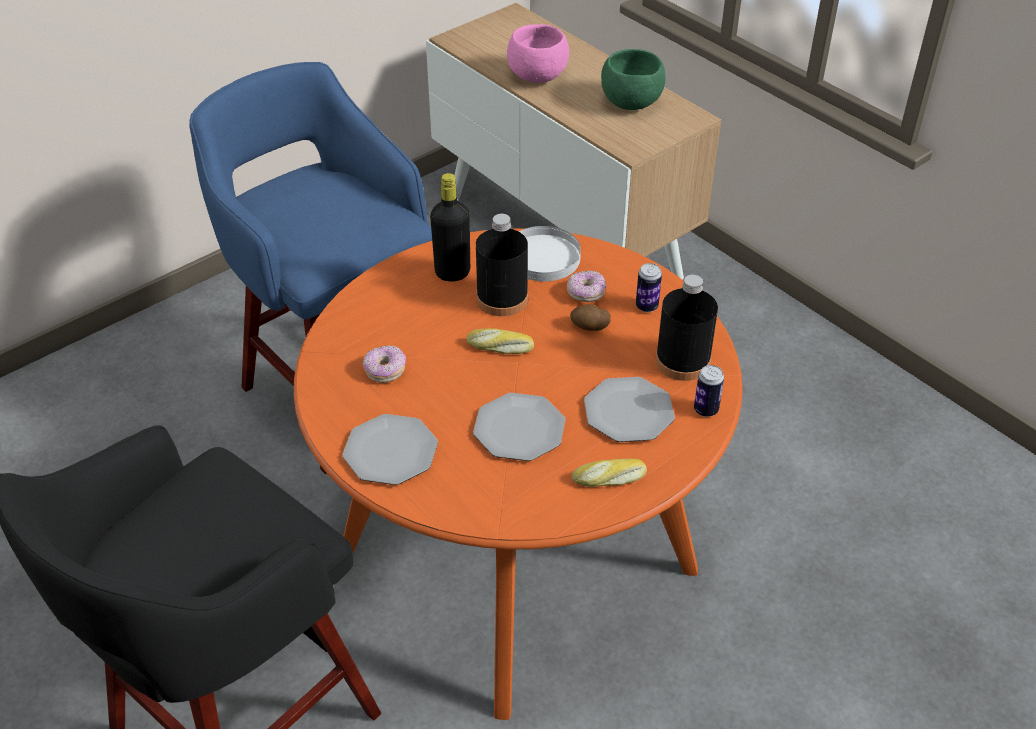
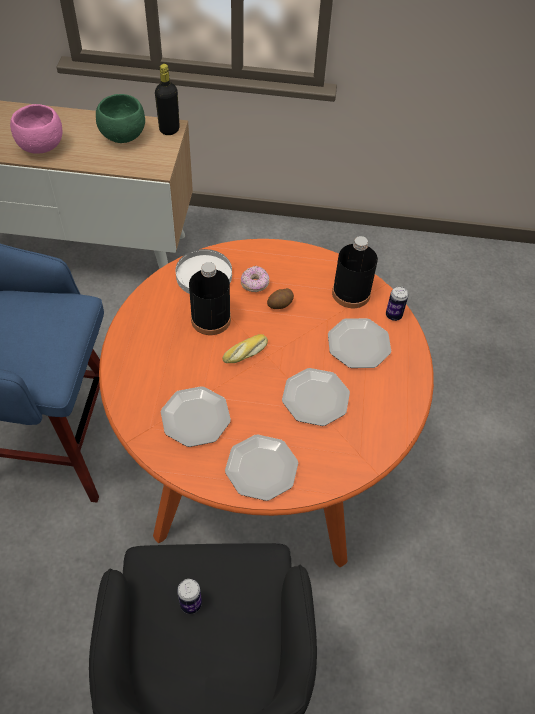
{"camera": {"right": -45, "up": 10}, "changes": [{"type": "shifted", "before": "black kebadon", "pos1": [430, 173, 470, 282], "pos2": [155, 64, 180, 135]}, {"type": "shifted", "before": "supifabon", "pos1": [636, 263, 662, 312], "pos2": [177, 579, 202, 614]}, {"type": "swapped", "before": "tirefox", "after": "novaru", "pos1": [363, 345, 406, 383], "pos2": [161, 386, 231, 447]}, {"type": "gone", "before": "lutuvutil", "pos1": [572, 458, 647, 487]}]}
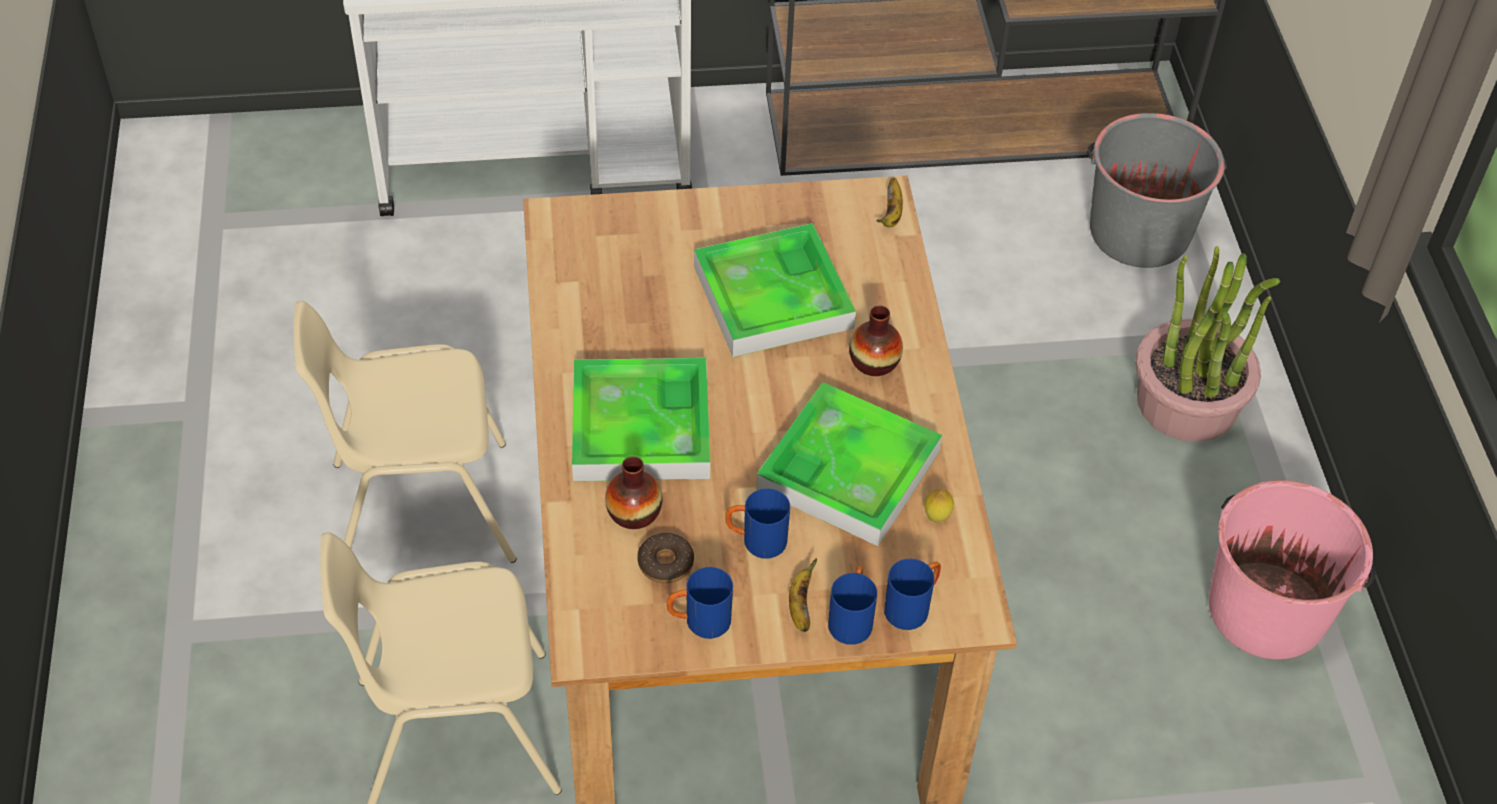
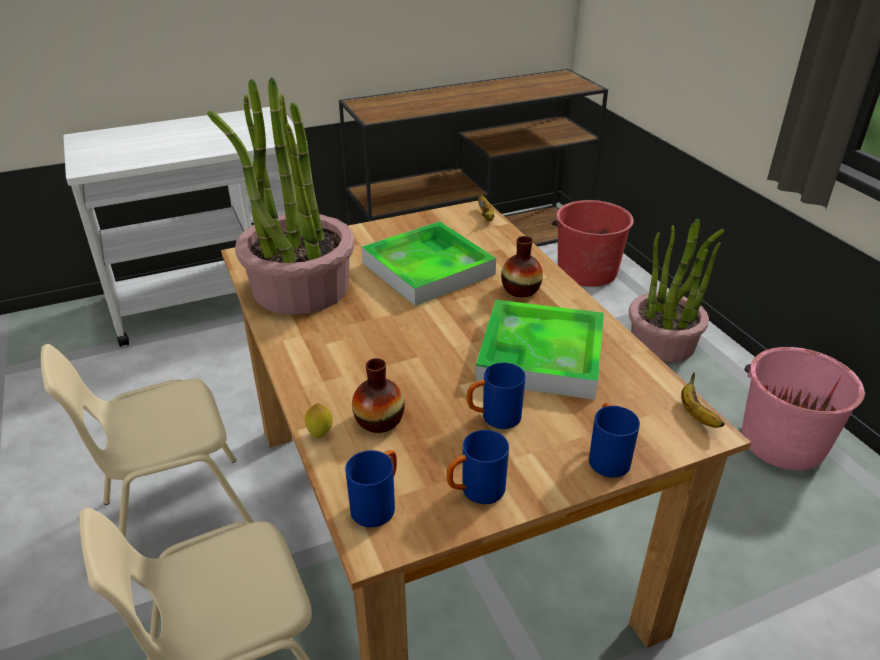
{"camera": {"right": -15, "up": -15}, "changes": [{"type": "repainted", "before": "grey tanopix", "after": "red tanopix", "pos1": [1087, 113, 1227, 268], "pos2": [552, 200, 634, 287]}, {"type": "gone", "before": "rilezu", "pos1": [572, 358, 710, 481]}, {"type": "shifted", "before": "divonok", "pos1": [925, 489, 954, 522], "pos2": [305, 403, 332, 438]}, {"type": "gone", "before": "tirefox", "pos1": [637, 533, 694, 583]}, {"type": "shifted", "before": "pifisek", "pos1": [789, 558, 817, 632], "pos2": [681, 372, 725, 428]}, {"type": "shifted", "before": "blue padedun", "pos1": [884, 559, 941, 630], "pos2": [345, 450, 397, 527]}, {"type": "new", "after": "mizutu", "pos2": [207, 77, 355, 315]}]}
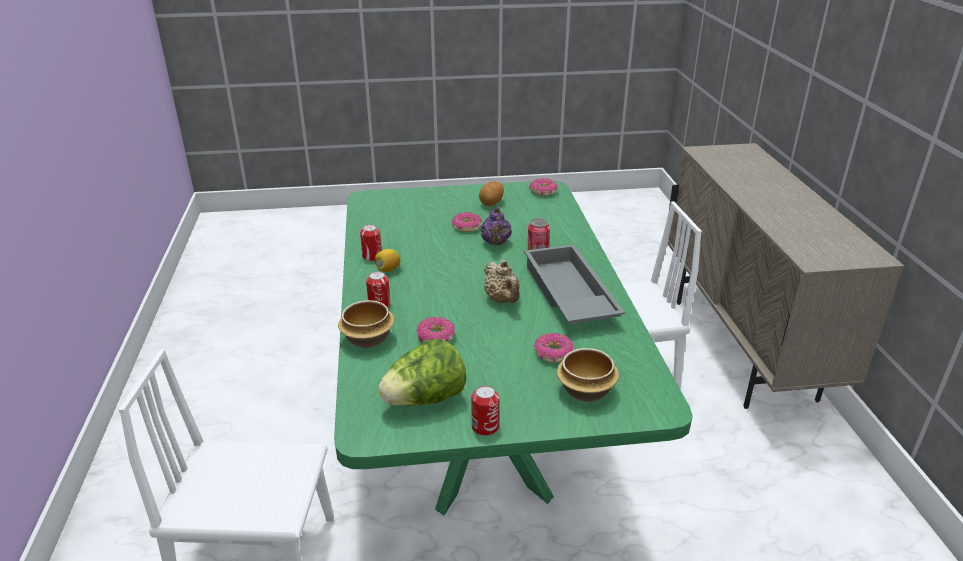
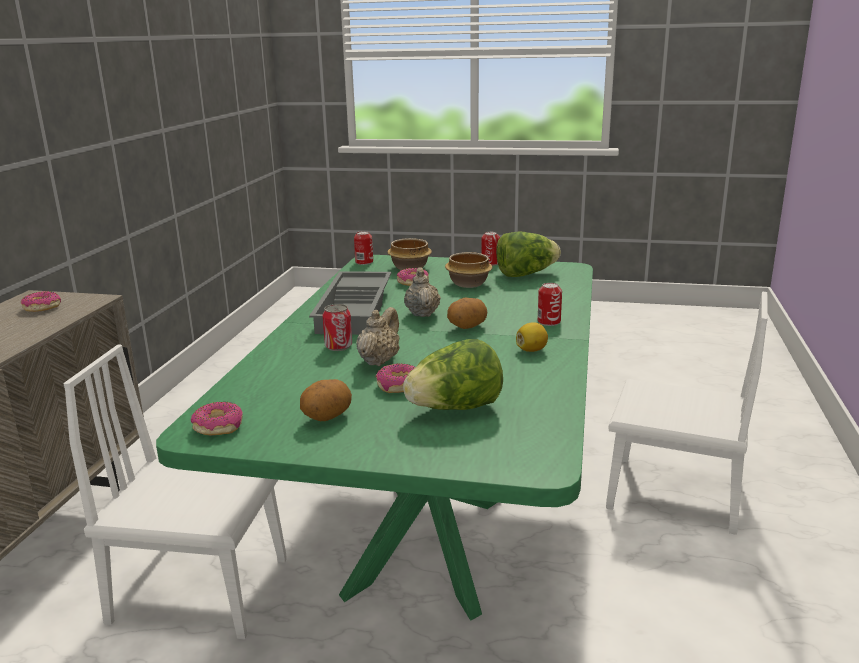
{"camera": {"right": -160, "up": -10}, "changes": [{"type": "repainted", "before": "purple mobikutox", "after": "beige mobikutox", "pos1": [481, 207, 512, 245], "pos2": [356, 307, 400, 366]}, {"type": "shifted", "before": "supifabon", "pos1": [360, 224, 382, 261], "pos2": [354, 231, 373, 265]}, {"type": "shifted", "before": "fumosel", "pos1": [338, 300, 394, 348], "pos2": [445, 252, 493, 288]}, {"type": "shifted", "before": "tirefox", "pos1": [416, 317, 455, 343], "pos2": [21, 291, 61, 312]}, {"type": "new", "after": "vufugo", "pos2": [447, 298, 487, 329]}, {"type": "new", "after": "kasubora", "pos2": [403, 339, 503, 410]}]}
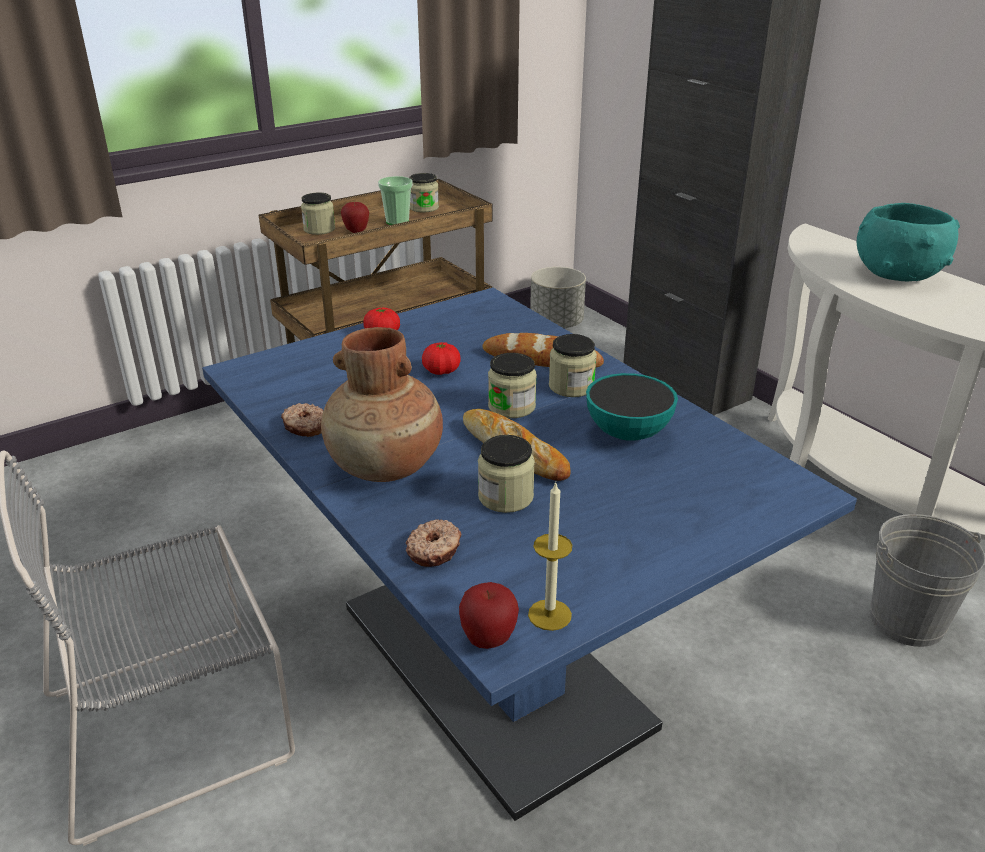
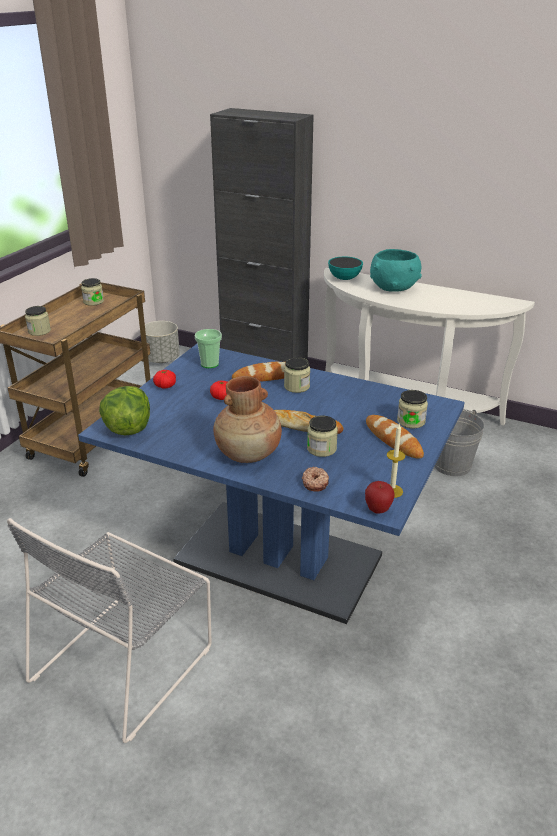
{"camera": {"right": -30, "up": 0}, "changes": [{"type": "shifted", "before": "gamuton", "pos1": [378, 176, 413, 225], "pos2": [195, 329, 222, 368]}, {"type": "gone", "before": "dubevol", "pos1": [341, 202, 369, 233]}, {"type": "shifted", "before": "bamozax", "pos1": [488, 353, 537, 418], "pos2": [397, 390, 428, 429]}, {"type": "shifted", "before": "fumosel", "pos1": [586, 373, 678, 441], "pos2": [328, 257, 363, 280]}, {"type": "gone", "before": "tirefox", "pos1": [281, 403, 323, 437]}, {"type": "new", "after": "kasubora", "pos2": [99, 386, 150, 435]}, {"type": "new", "after": "lutuvutil", "pos2": [366, 415, 424, 459]}]}
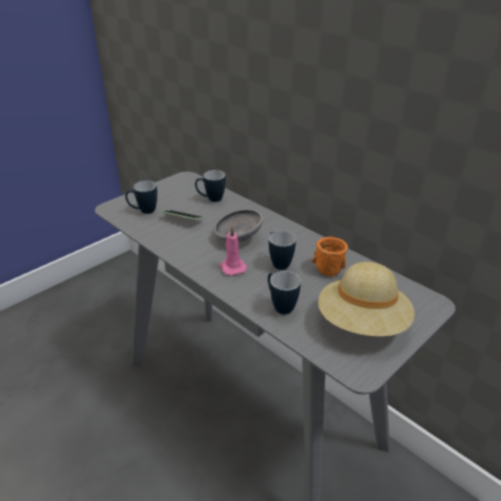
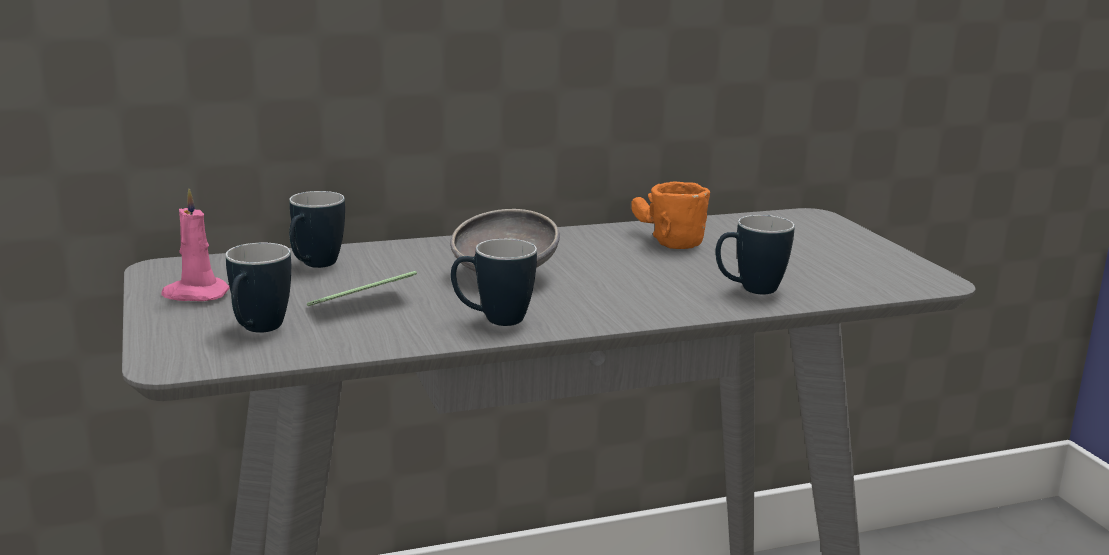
{"camera": {"right": -65, "up": -15}, "changes": [{"type": "shifted", "before": "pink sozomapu", "pos1": [220, 226, 247, 276], "pos2": [162, 189, 230, 301]}, {"type": "shifted", "before": "padedun", "pos1": [269, 231, 296, 270], "pos2": [451, 239, 537, 326]}, {"type": "gone", "before": "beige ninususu", "pos1": [318, 262, 415, 337]}]}
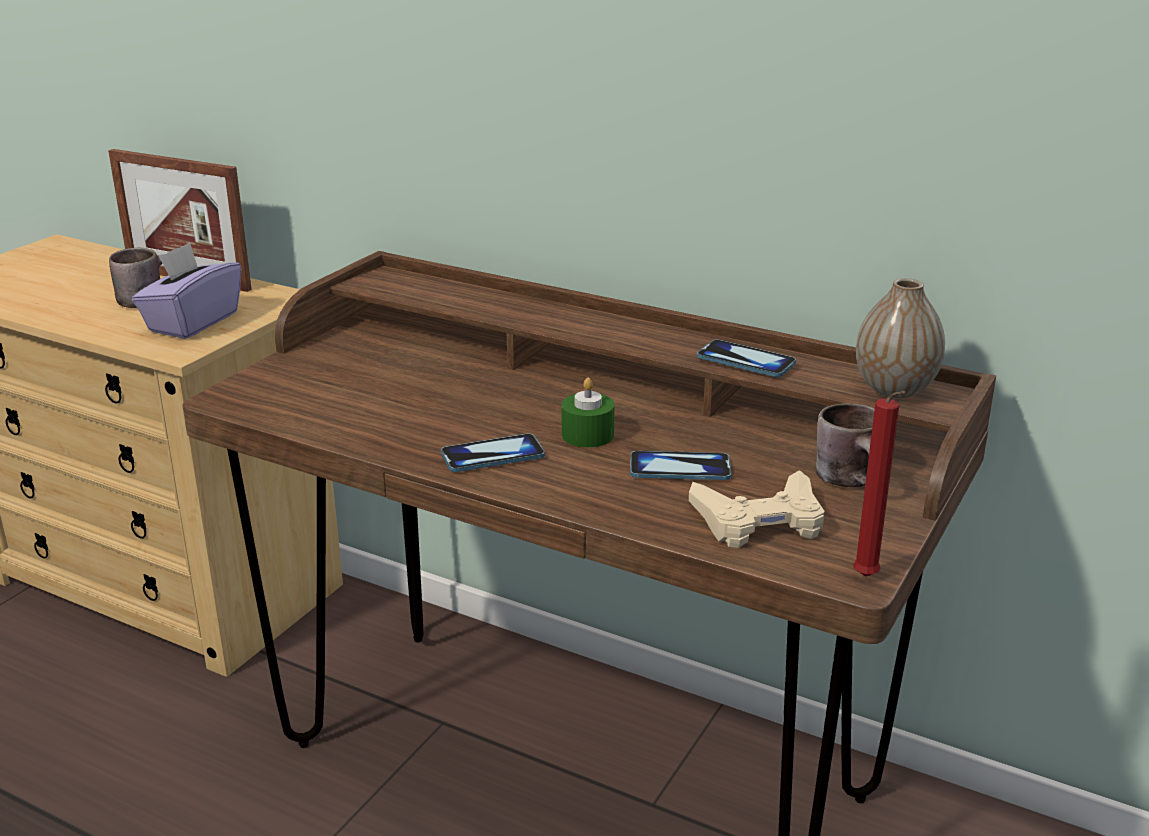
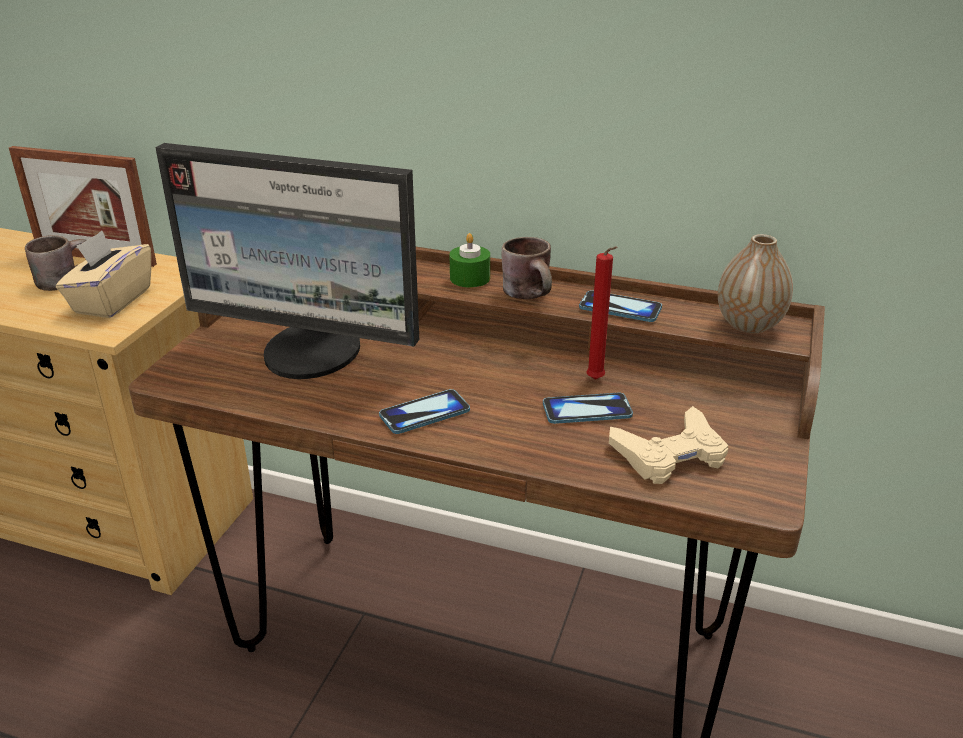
{"camera": {"right": -10, "up": 5}, "changes": [{"type": "repainted", "before": "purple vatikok", "after": "beige vatikok", "pos1": [132, 242, 242, 339], "pos2": [56, 231, 151, 318]}, {"type": "shifted", "before": "green sozomapu", "pos1": [562, 378, 615, 448], "pos2": [450, 233, 490, 288]}, {"type": "shifted", "before": "red sozomapu", "pos1": [853, 391, 906, 577], "pos2": [586, 246, 618, 380]}, {"type": "shifted", "before": "brown padedun", "pos1": [816, 403, 875, 487], "pos2": [501, 237, 552, 299]}, {"type": "new", "after": "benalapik", "pos2": [155, 143, 419, 379]}]}
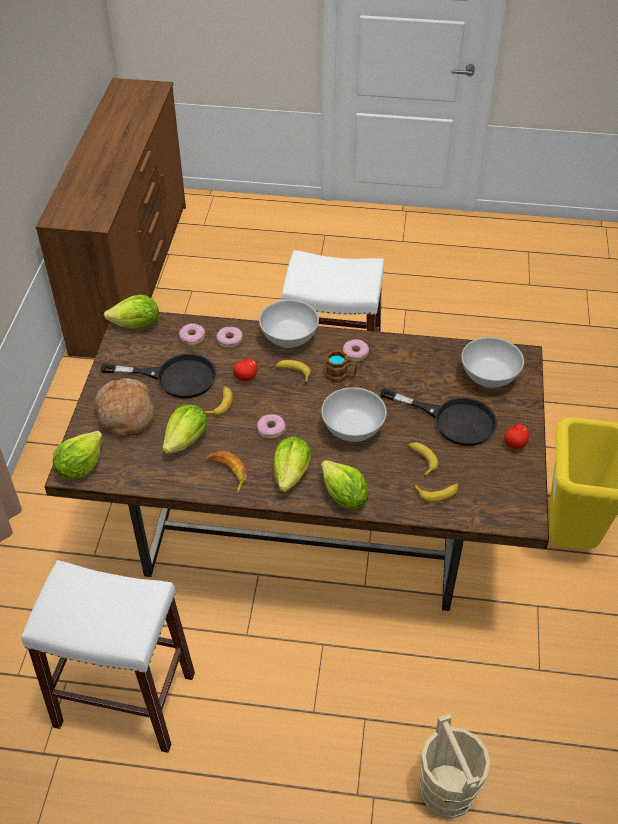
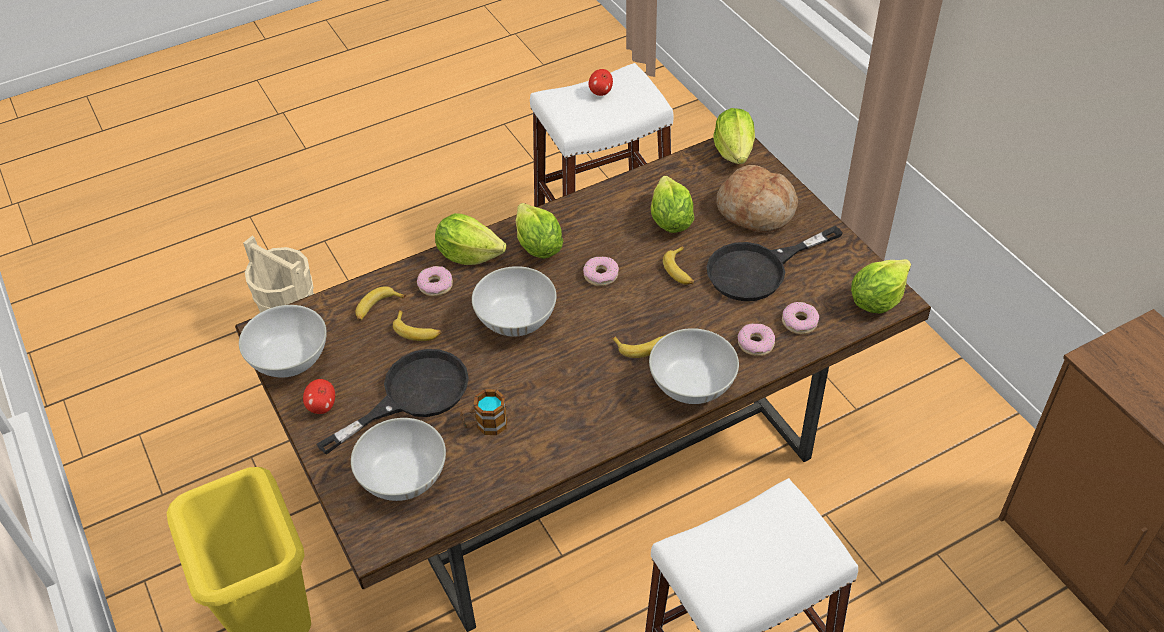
{"camera": {"right": 145, "up": 0}, "changes": [{"type": "shifted", "before": "tirefox", "pos1": [343, 339, 369, 361], "pos2": [417, 266, 453, 296]}, {"type": "shifted", "before": "padedun", "pos1": [326, 350, 357, 383], "pos2": [460, 389, 507, 435]}, {"type": "shifted", "before": "dubevol", "pos1": [233, 357, 257, 381], "pos2": [589, 69, 613, 96]}, {"type": "rotated", "before": "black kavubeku", "pos1": [380, 388, 497, 446], "pos2": [317, 349, 469, 455], "turn": 150}, {"type": "gone", "before": "pifisek", "pos1": [206, 451, 246, 493]}, {"type": "new", "after": "white fumosel", "pos2": [239, 305, 327, 378]}]}
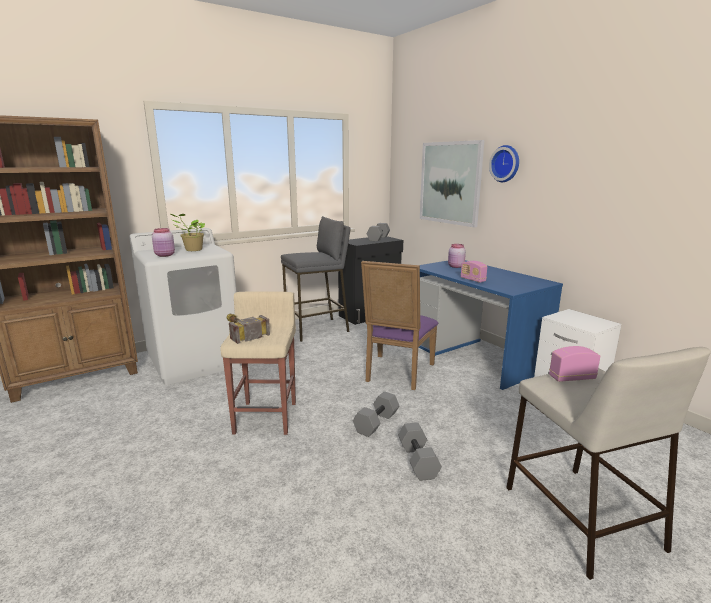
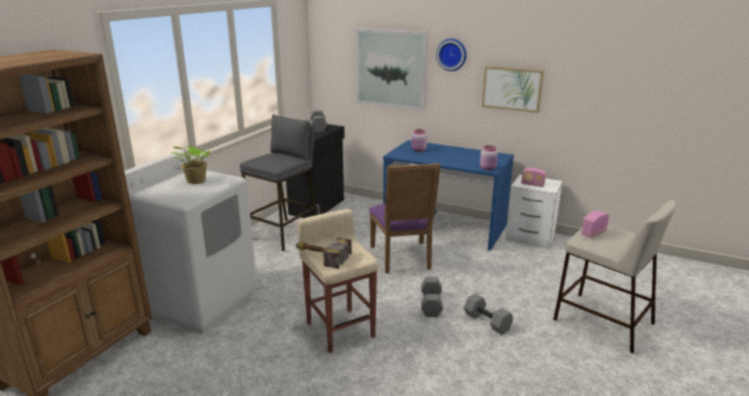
{"camera": {"right": -30, "up": 5}, "changes": [{"type": "shifted", "before": "pink bamozax", "pos1": [152, 228, 175, 257], "pos2": [480, 145, 498, 170]}, {"type": "shifted", "before": "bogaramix", "pos1": [461, 261, 487, 283], "pos2": [521, 168, 546, 187]}, {"type": "new", "after": "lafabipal", "pos2": [482, 66, 544, 113]}]}
